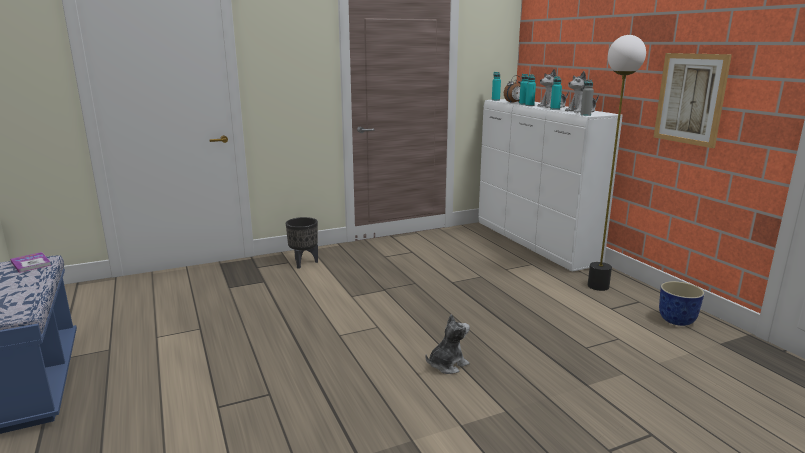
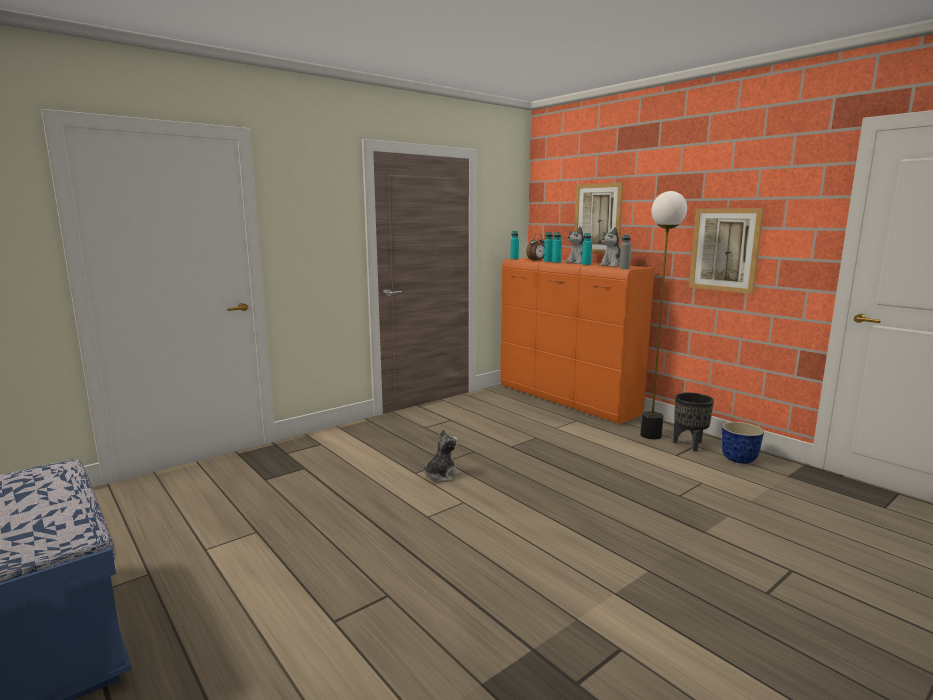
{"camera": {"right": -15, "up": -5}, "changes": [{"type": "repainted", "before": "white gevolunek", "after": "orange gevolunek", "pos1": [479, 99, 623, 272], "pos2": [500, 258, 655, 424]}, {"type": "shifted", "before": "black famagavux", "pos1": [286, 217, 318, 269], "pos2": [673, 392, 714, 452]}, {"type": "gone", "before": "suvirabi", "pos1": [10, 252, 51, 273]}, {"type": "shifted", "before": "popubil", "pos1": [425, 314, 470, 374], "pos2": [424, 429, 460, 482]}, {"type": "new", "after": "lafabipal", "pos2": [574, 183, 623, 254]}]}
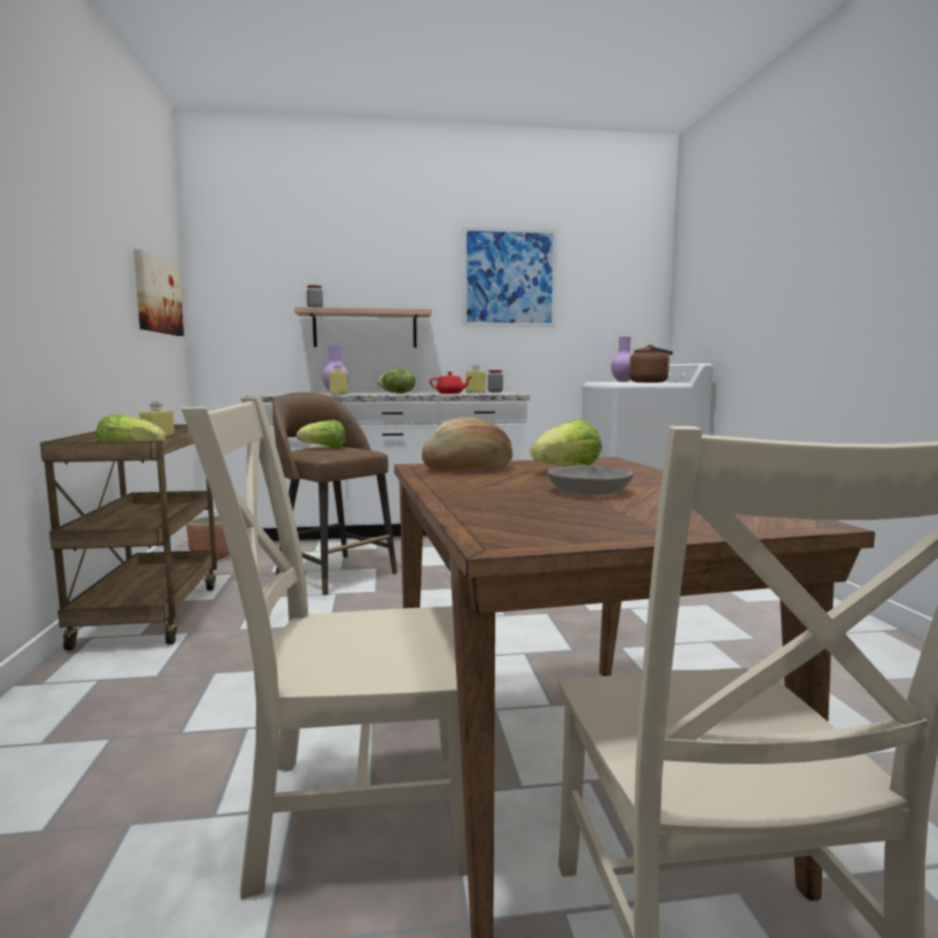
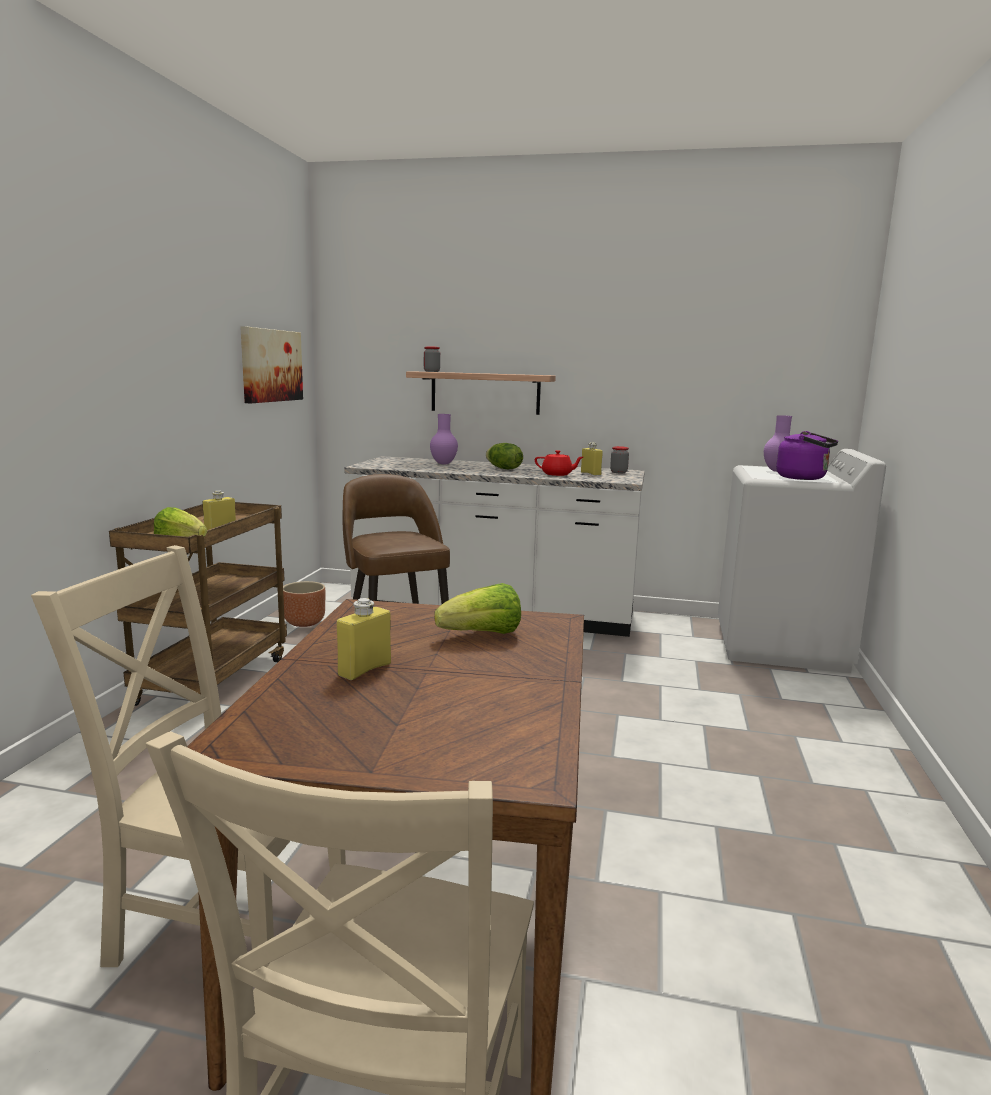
{"camera": {"right": 20, "up": 5}, "changes": [{"type": "gone", "before": "lafabipal", "pos1": [463, 227, 557, 327]}, {"type": "repainted", "before": "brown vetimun", "after": "purple vetimun", "pos1": [629, 344, 673, 383], "pos2": [776, 431, 838, 480]}, {"type": "shifted", "before": "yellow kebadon", "pos1": [329, 365, 348, 395], "pos2": [337, 598, 391, 680]}, {"type": "gone", "before": "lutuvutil", "pos1": [422, 417, 513, 471]}, {"type": "gone", "before": "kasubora", "pos1": [297, 420, 346, 448]}, {"type": "gone", "before": "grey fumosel", "pos1": [548, 465, 634, 495]}]}
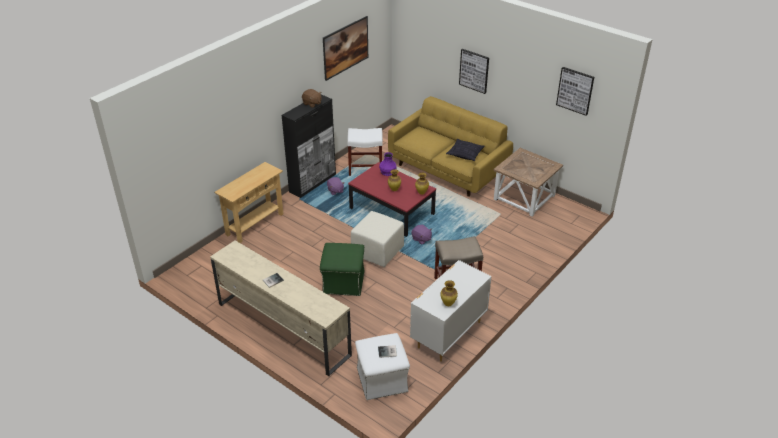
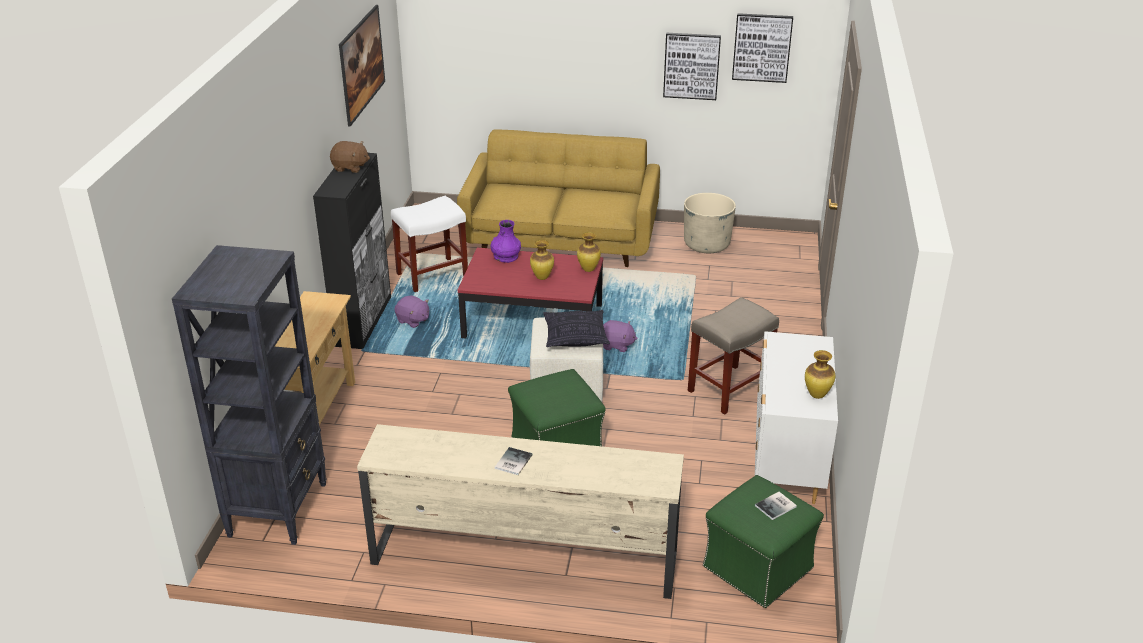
{"camera": {"right": -30, "up": -5}, "changes": [{"type": "shifted", "before": "lafabipal", "pos1": [459, 49, 489, 94], "pos2": [663, 33, 721, 100]}, {"type": "shifted", "before": "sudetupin", "pos1": [446, 139, 485, 161], "pos2": [543, 310, 610, 347]}, {"type": "swapped", "before": "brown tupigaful", "after": "beige famagavux", "pos1": [493, 148, 563, 217], "pos2": [684, 193, 736, 253]}, {"type": "repainted", "before": "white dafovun", "after": "green dafovun", "pos1": [355, 333, 410, 400], "pos2": [703, 475, 824, 608]}, {"type": "new", "after": "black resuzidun", "pos2": [172, 245, 327, 545]}]}
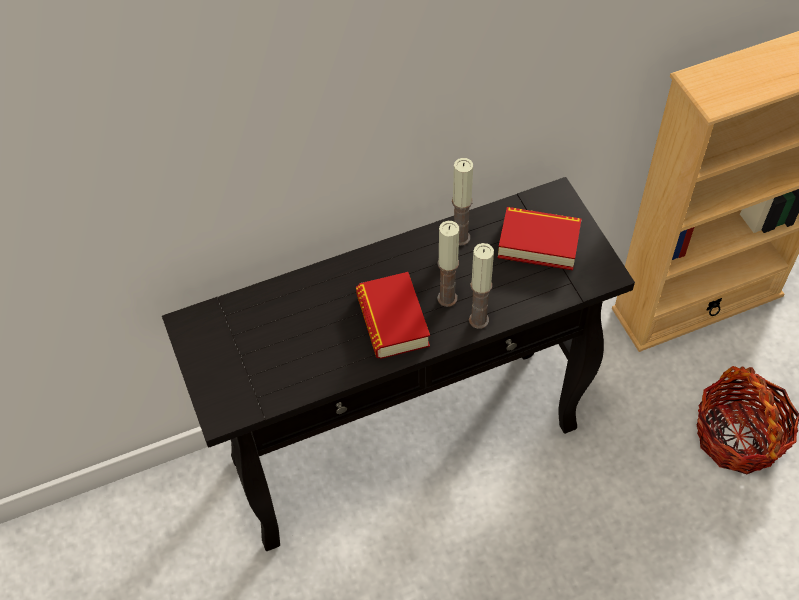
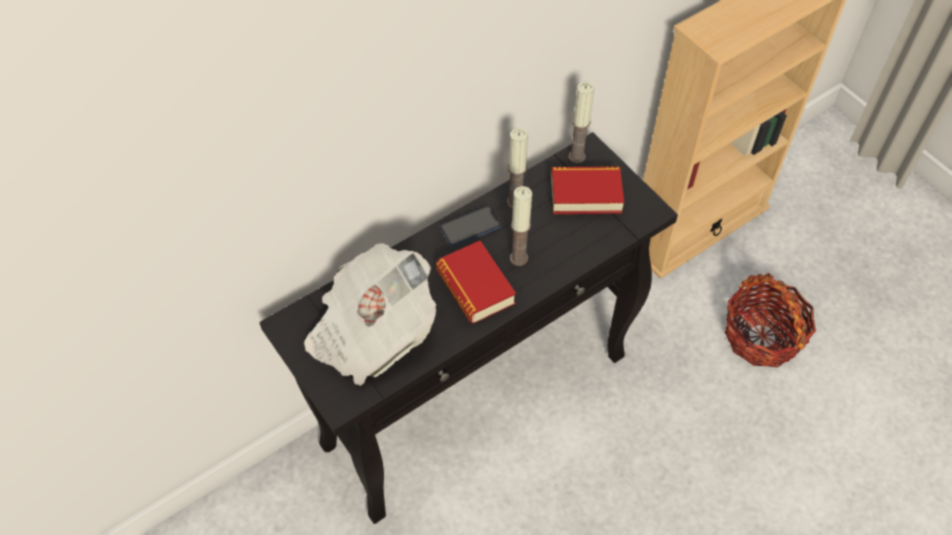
{"camera": {"right": -15, "up": 0}, "changes": [{"type": "shifted", "before": "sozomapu", "pos1": [469, 243, 494, 329], "pos2": [569, 82, 594, 164]}, {"type": "new", "after": "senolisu", "pos2": [440, 206, 501, 247]}, {"type": "new", "after": "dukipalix", "pos2": [304, 243, 436, 386]}]}
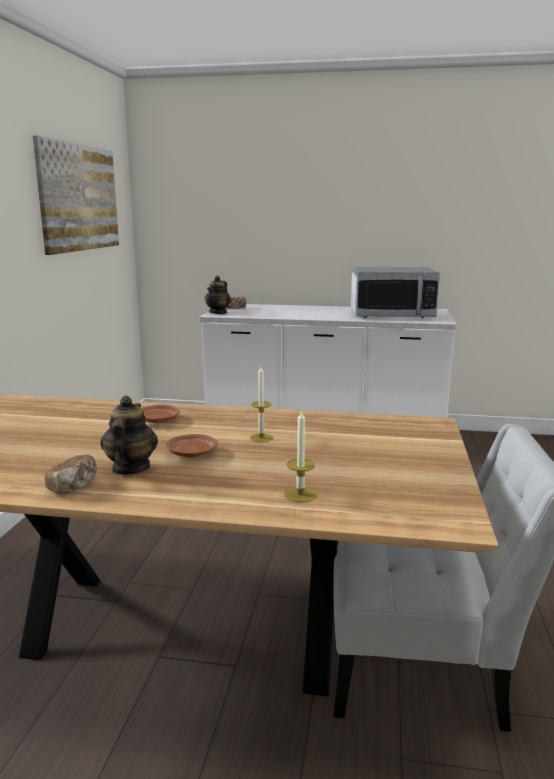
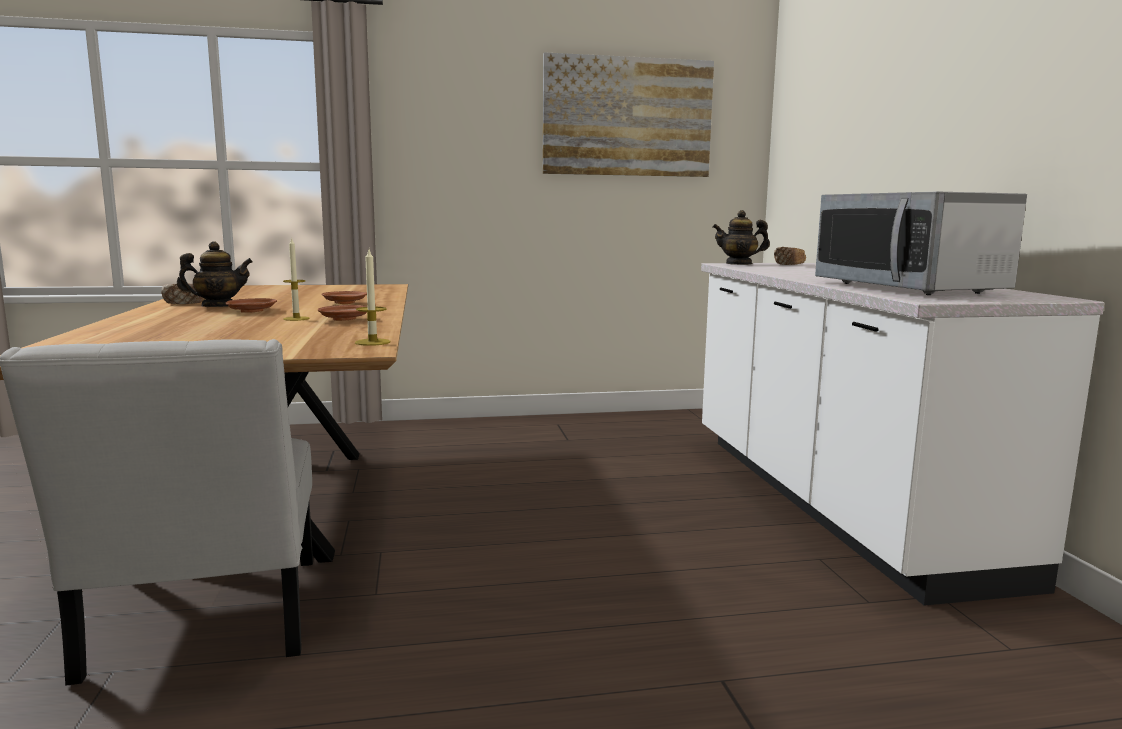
{"camera": {"right": 70, "up": -5}, "changes": [{"type": "shifted", "before": "sozomapu", "pos1": [284, 409, 317, 503], "pos2": [355, 250, 390, 346]}, {"type": "new", "after": "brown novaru", "pos2": [318, 305, 367, 321]}]}
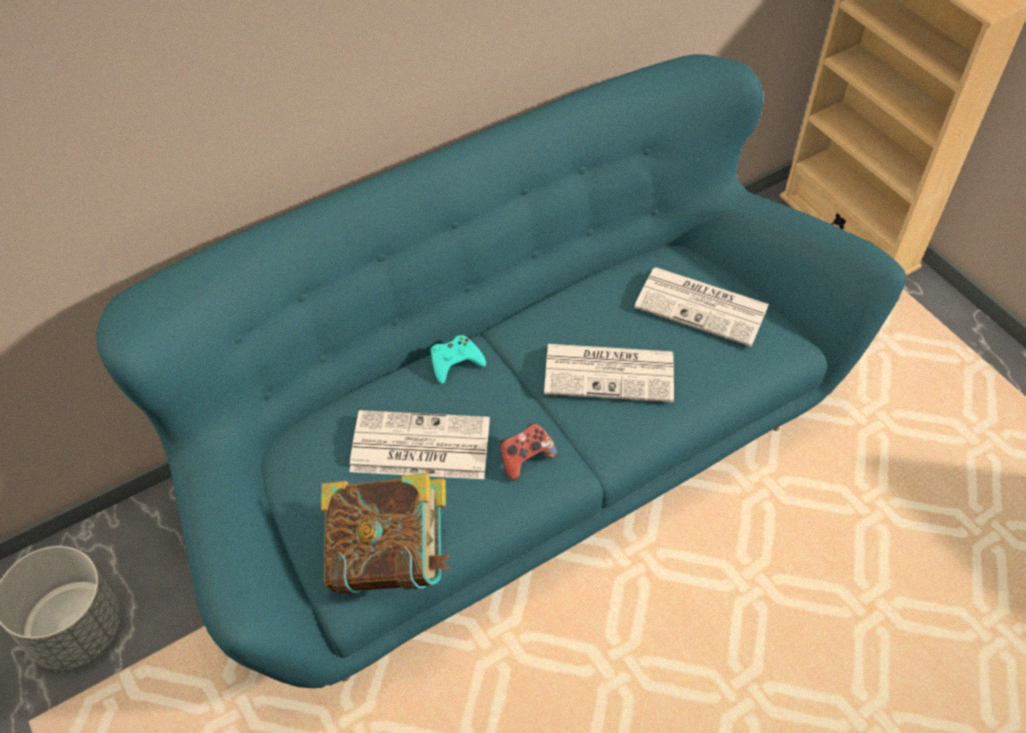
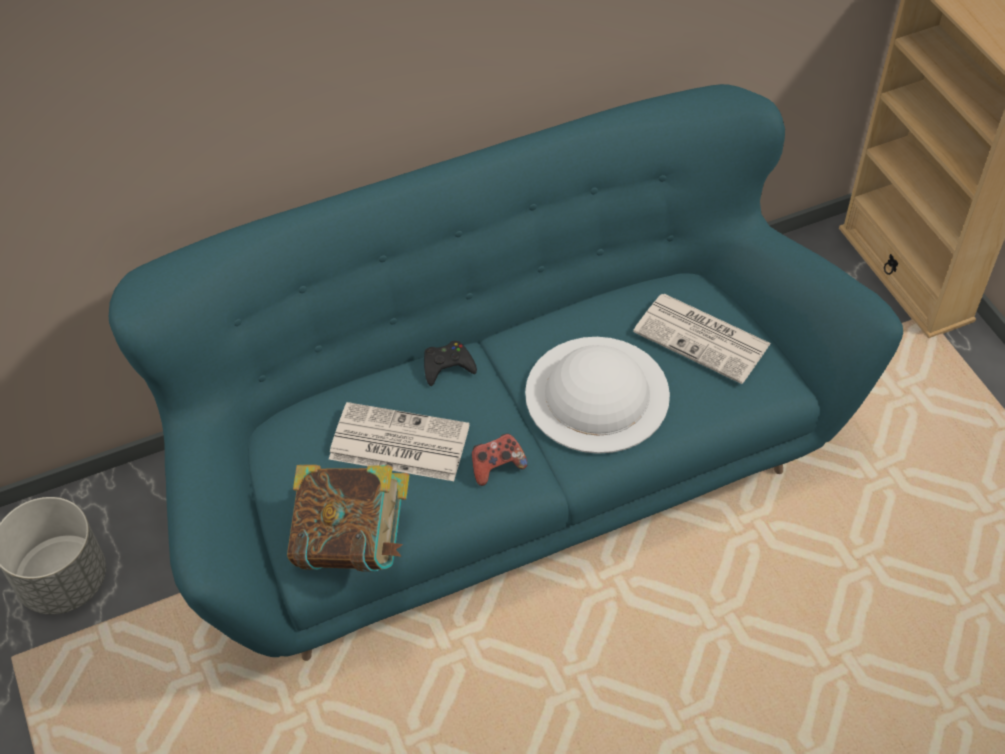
{"camera": {"right": 10, "up": 0}, "changes": [{"type": "repainted", "before": "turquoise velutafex", "after": "black velutafex", "pos1": [431, 335, 486, 384], "pos2": [424, 341, 477, 386]}, {"type": "swapped", "before": "dukipalix", "after": "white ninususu", "pos1": [544, 344, 674, 402], "pos2": [525, 337, 670, 454]}]}
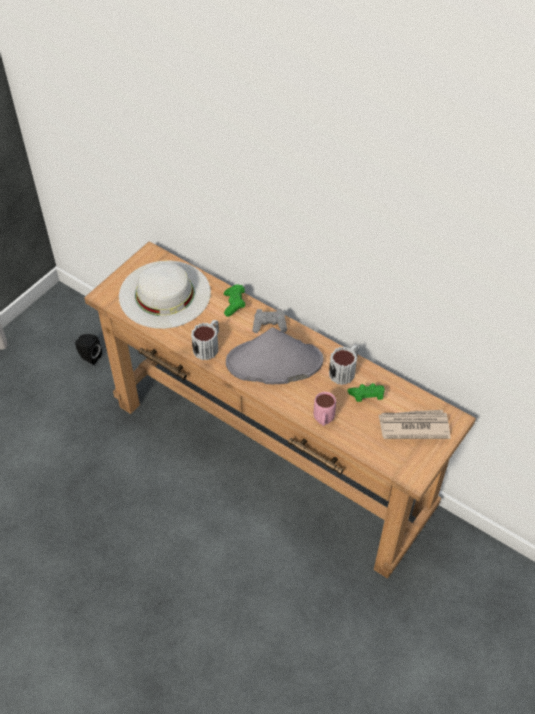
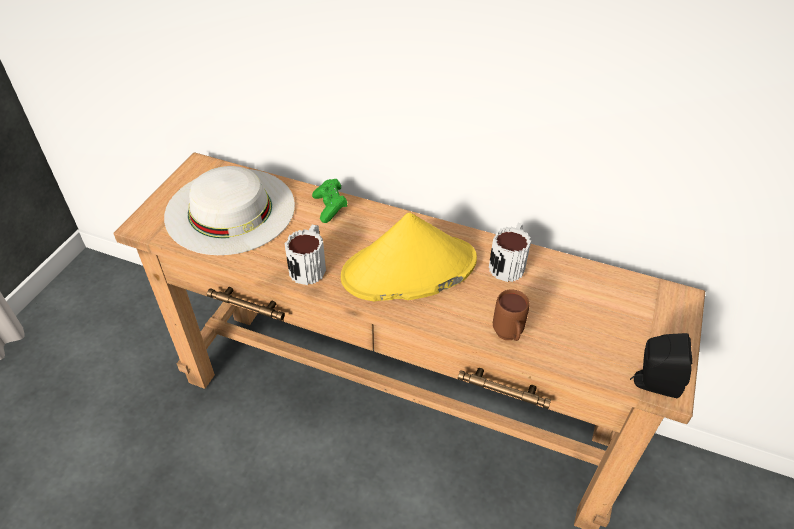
{"camera": {"right": -15, "up": -5}, "changes": [{"type": "gone", "before": "grey velutafex", "pos1": [252, 309, 287, 333]}, {"type": "repainted", "before": "grey ninususu", "after": "yellow ninususu", "pos1": [226, 328, 323, 384], "pos2": [341, 212, 477, 302]}, {"type": "shifted", "before": "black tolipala", "pos1": [75, 334, 102, 365], "pos2": [630, 333, 693, 398]}, {"type": "gone", "before": "green velutafex", "pos1": [348, 383, 385, 402]}, {"type": "repainted", "before": "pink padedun", "after": "brown padedun", "pos1": [314, 392, 336, 426], "pos2": [493, 289, 530, 341]}, {"type": "gone", "before": "dukipalix", "pos1": [379, 410, 451, 439]}]}
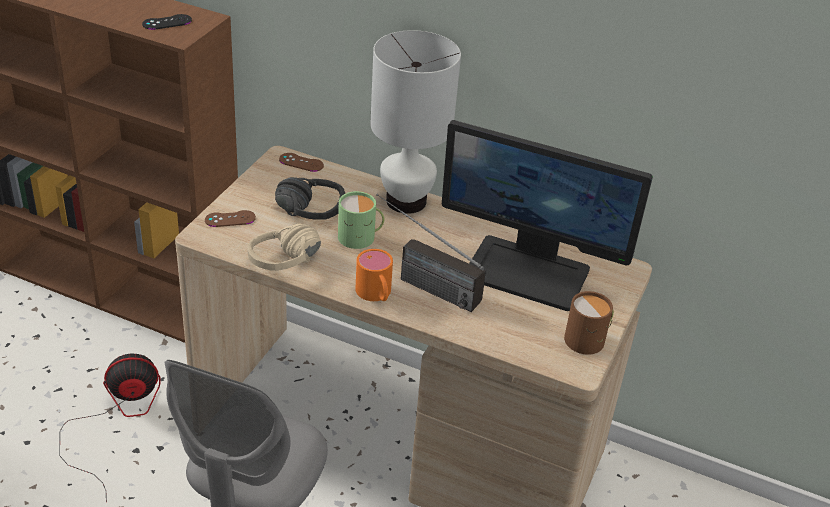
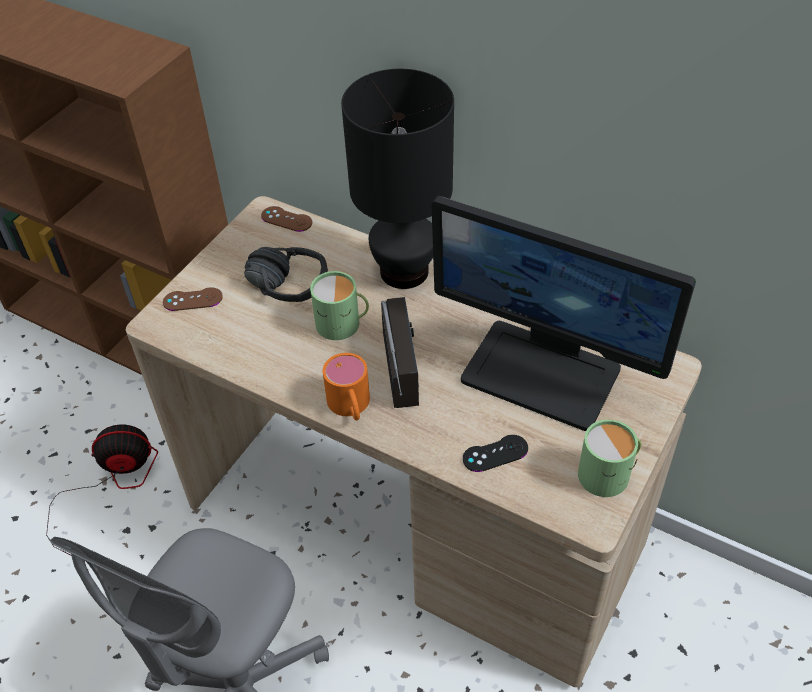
{"camera": {"right": 10, "up": 10}, "changes": [{"type": "shifted", "before": "black velutafex", "pos1": [142, 14, 192, 30], "pos2": [463, 435, 528, 472]}, {"type": "repainted", "before": "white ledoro", "after": "black ledoro", "pos1": [370, 30, 461, 214], "pos2": [341, 69, 454, 289]}, {"type": "rotated", "before": "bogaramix", "pos1": [376, 194, 486, 312], "pos2": [381, 297, 419, 408], "turn": -135}, {"type": "gone", "before": "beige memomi", "pos1": [248, 224, 321, 271]}, {"type": "repainted", "before": "brown padedun", "after": "green padedun", "pos1": [564, 291, 614, 355], "pos2": [578, 419, 641, 497]}]}
